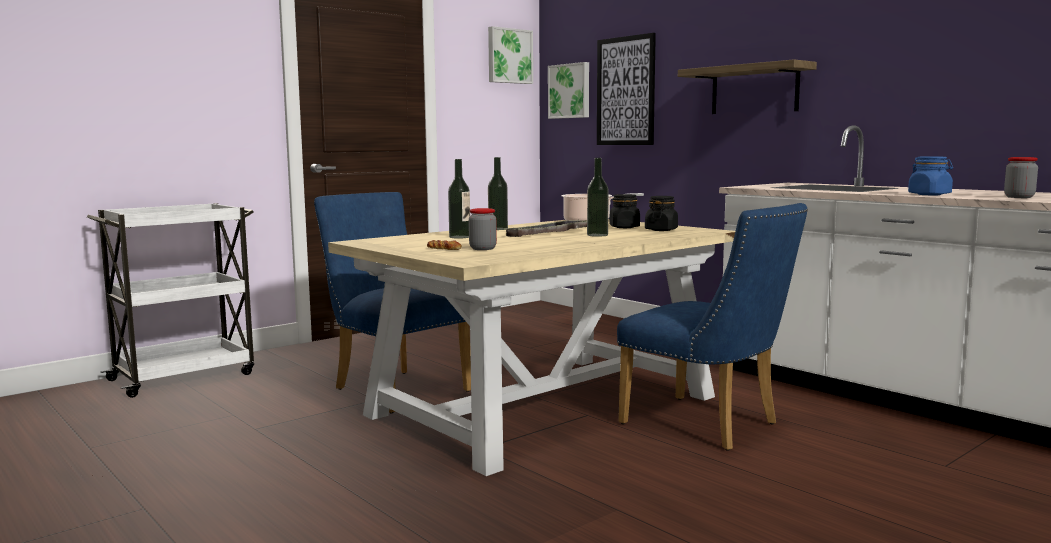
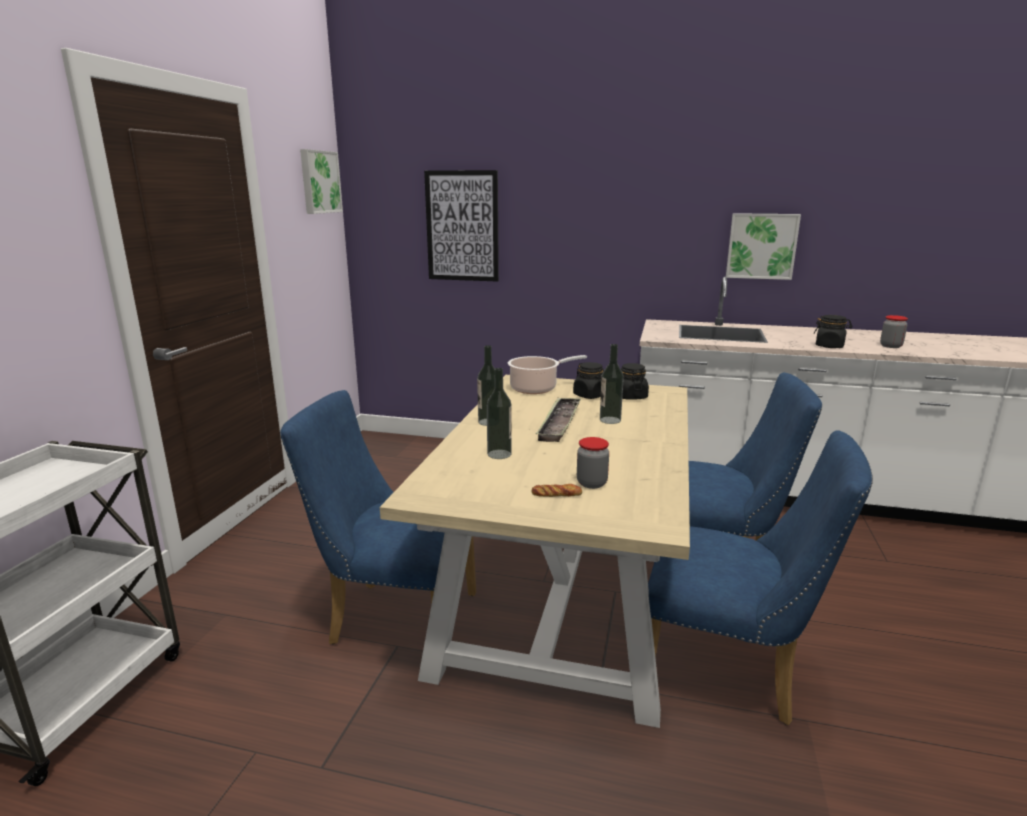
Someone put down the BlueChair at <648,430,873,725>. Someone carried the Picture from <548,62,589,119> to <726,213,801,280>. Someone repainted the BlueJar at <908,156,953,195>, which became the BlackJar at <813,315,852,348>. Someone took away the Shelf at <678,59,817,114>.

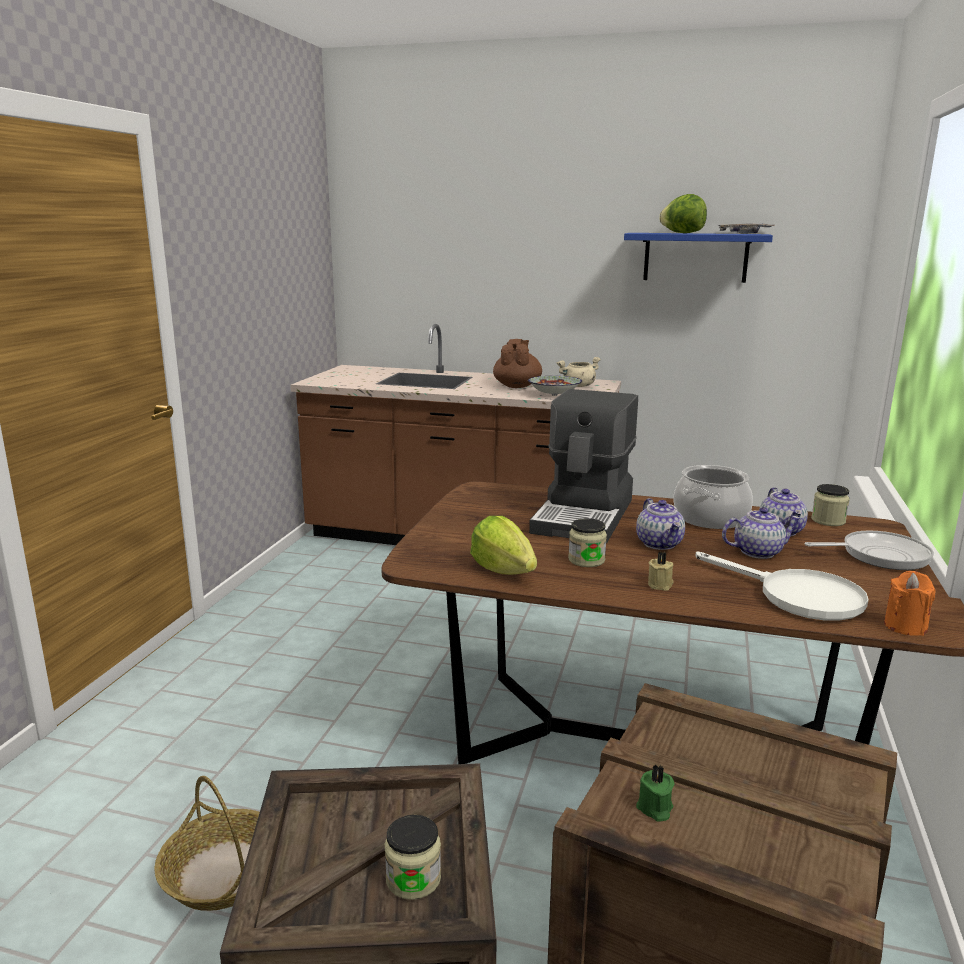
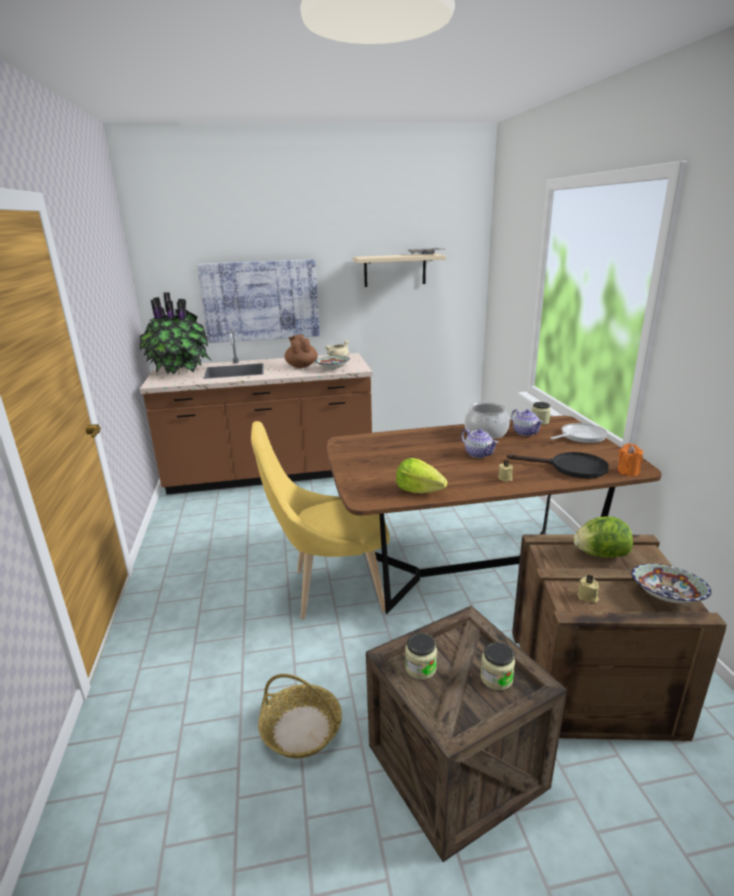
Someone put down the PottedPlant at <139,292,212,374>. Someone put up the Picture at <197,259,320,343>. Someone put down the YellowChair at <251,421,390,619>. Someone repainted the BlueShelf at <624,233,773,283>, which became the BeigeShelf at <353,253,446,287>. Someone carried the Jar from <568,518,607,567> to <405,633,437,680>. Someone repainted the WhiteFryingPan at <695,551,868,621>, which became the BlackFryingPan at <507,452,609,479>. Someone carried the Lettuce from <659,194,707,233> to <574,516,633,558>. Someone repainted the GreenCandle at <636,764,674,822>, which became the BeigeCandle at <577,574,599,603>. Someone put down the Bowl at <631,564,711,603>. Someone took away the CoffeeMachine at <529,389,638,544>. Someone took away the Teapot at <722,507,800,559>.

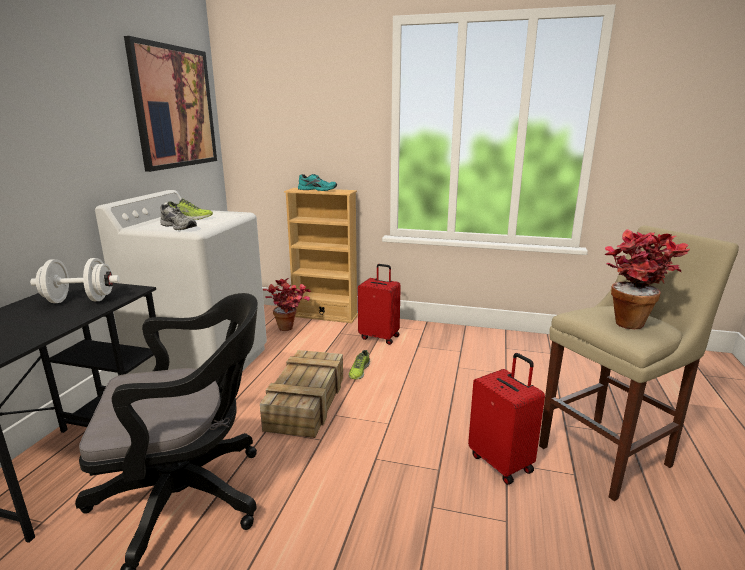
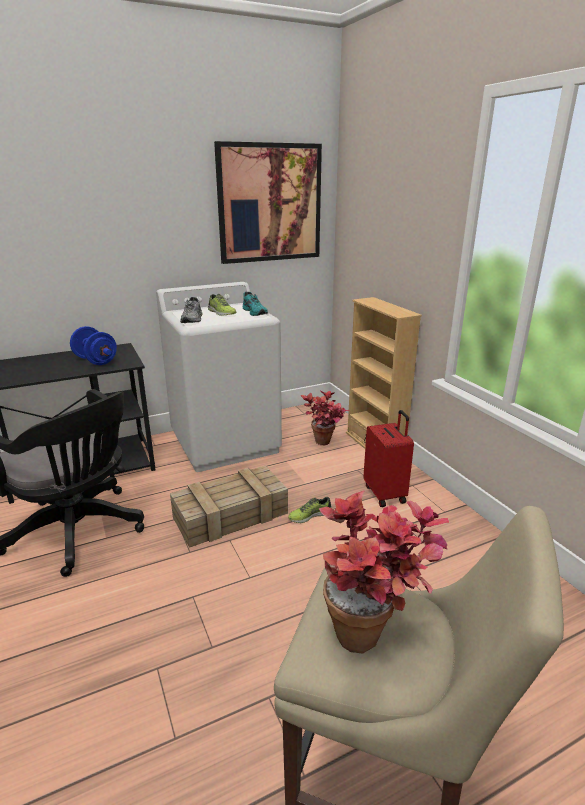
Someone repainted the WhiteDumbbell at <30,258,120,303>, which became the BlueDumbbell at <70,326,117,365>. Someone carried the TurquoiseShoe from <298,174,337,191> to <243,292,268,316>. Someone took away the RedSuitcase at <468,353,545,485>.

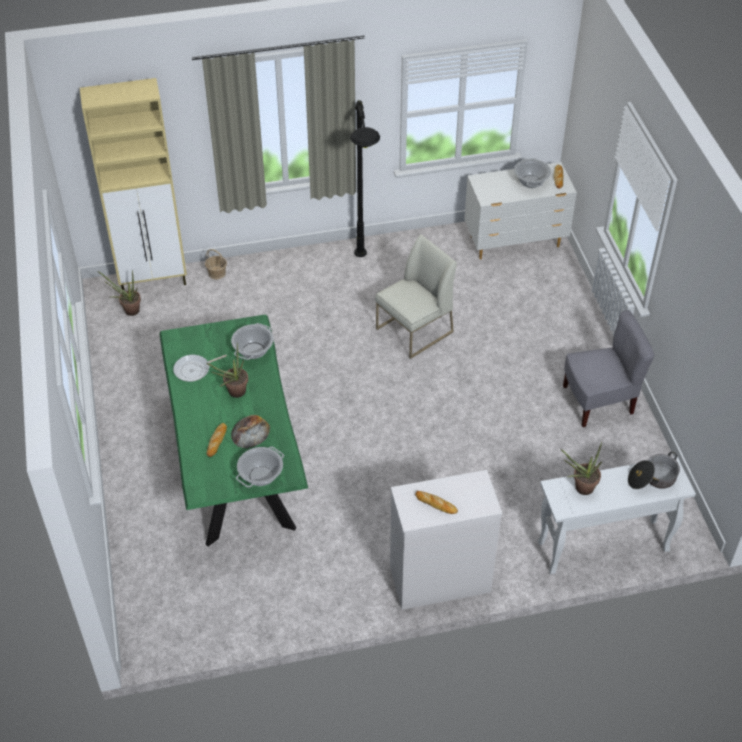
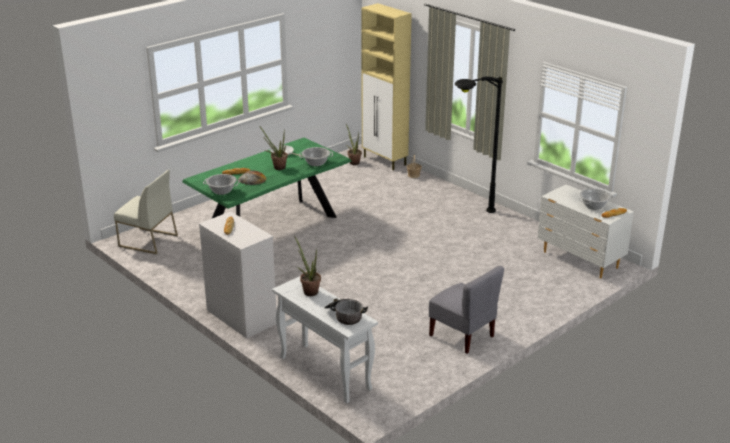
Someone carried the WhiteChair from <375,234,457,359> to <114,170,178,254>.

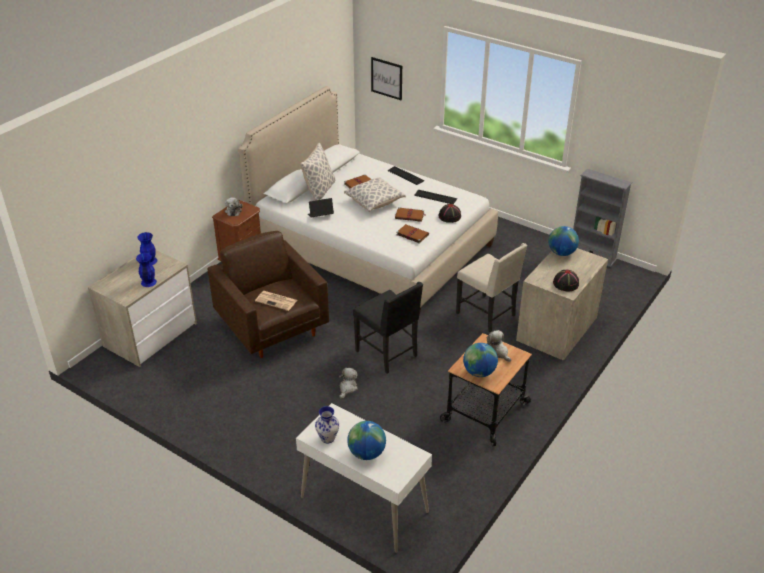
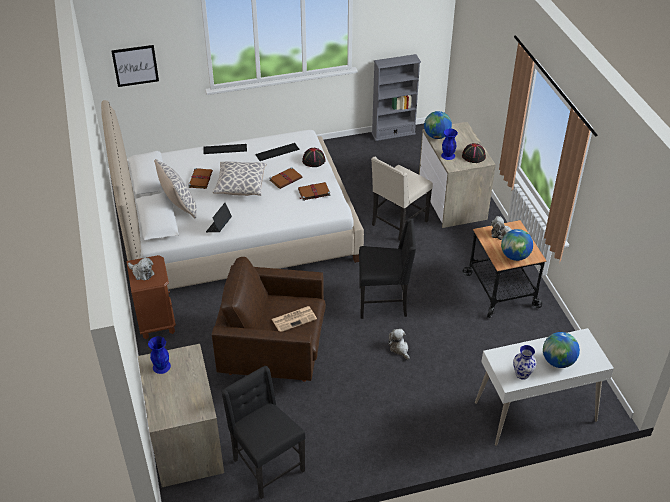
Someone put down the BlackChair at <221,366,306,499>. Someone rotated the BeigeChair at <456,243,527,333> by 135 degrees clockwise. Someone carried the BlueVase from <136,253,157,287> to <441,129,458,160>.

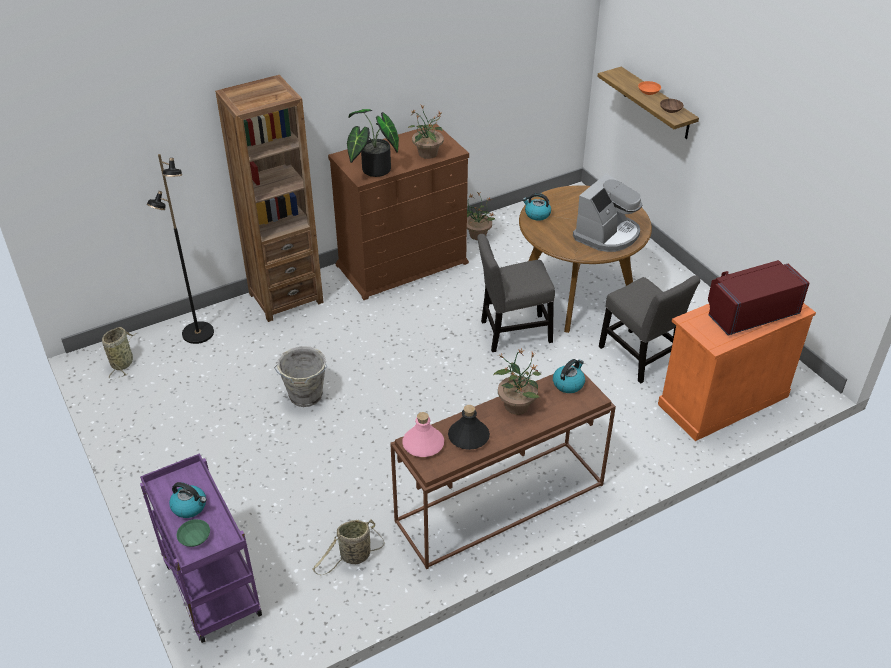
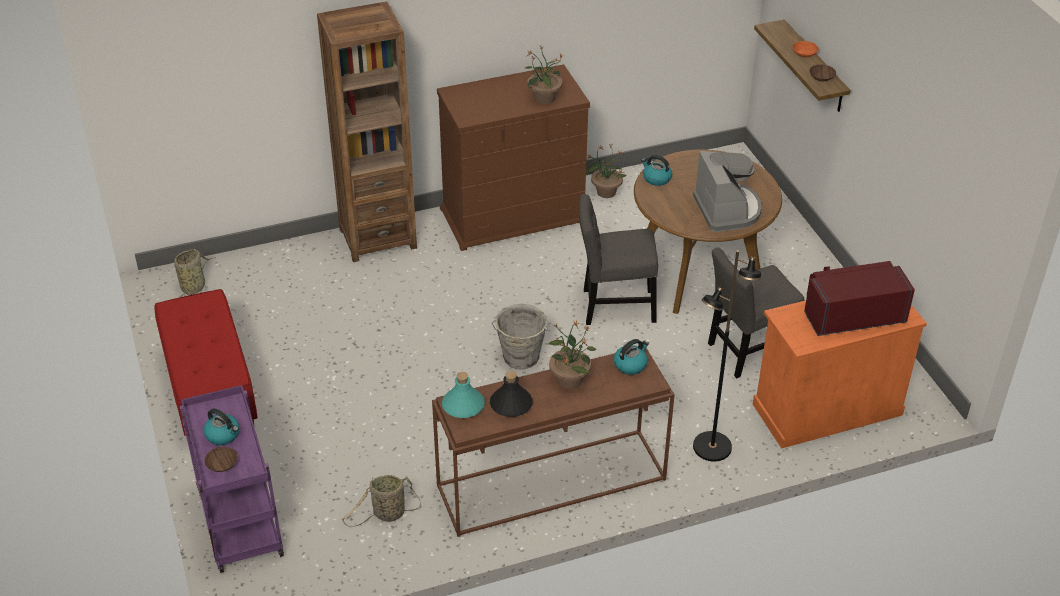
Someone put down the RedBench at <154,289,258,436>. Someone repainted the GreenBowl at <176,519,210,547>, which became the BrownBowl at <204,447,237,472>. Someone repainted the PinkBottle at <402,412,444,457>, which became the TurquoiseBottle at <442,372,485,418>. Someone carried the GreyBucket from <274,346,327,407> to <492,303,548,370>. Someone rotated the CoffeeMachine at <573,173,642,252> by 60 degrees counterclockwise. Someone carried the BlackFloorLamp from <147,154,214,344> to <693,250,761,462>. Someone rotated the GreyChair at <599,275,700,384> by 90 degrees clockwise. Someone took away the PottedPlant at <347,109,399,177>.

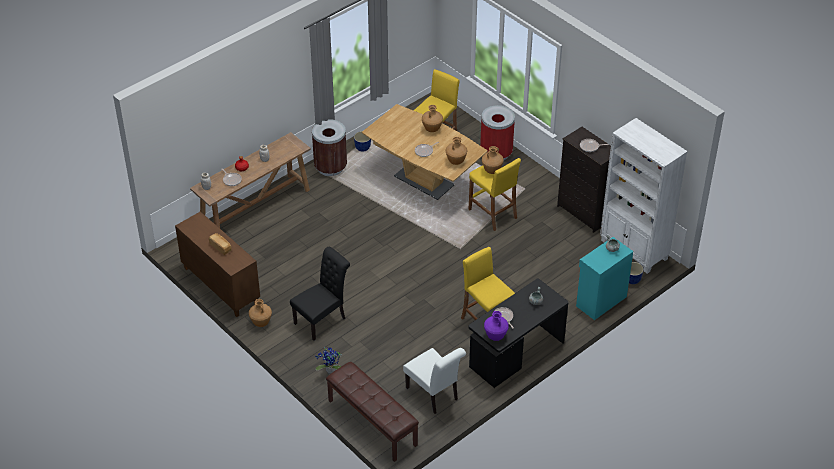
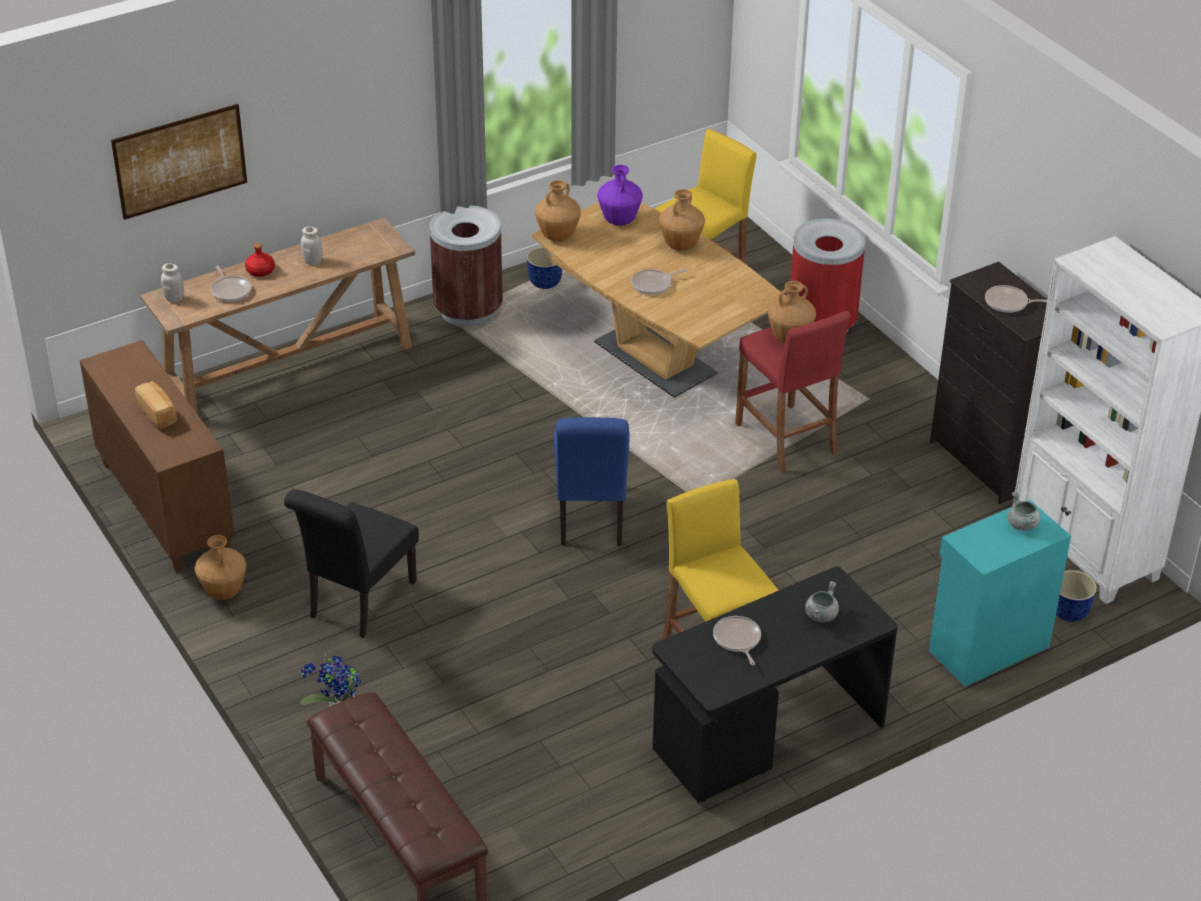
Someone put up the Picture at <111,104,247,220>. Someone rotated the BlackChair at <290,247,350,341> by 150 degrees clockwise. Someone carried the BrownVase from <446,137,468,165> to <535,180,581,242>. Someone put down the BlueChair at <554,417,629,546>. Someone carried the PurpleVase from <484,311,509,341> to <597,165,643,226>. Someone repainted the YellowStool at <469,158,521,231>, which became the RedStool at <735,311,851,474>. Someone took away the WhiteChair at <403,348,466,414>.

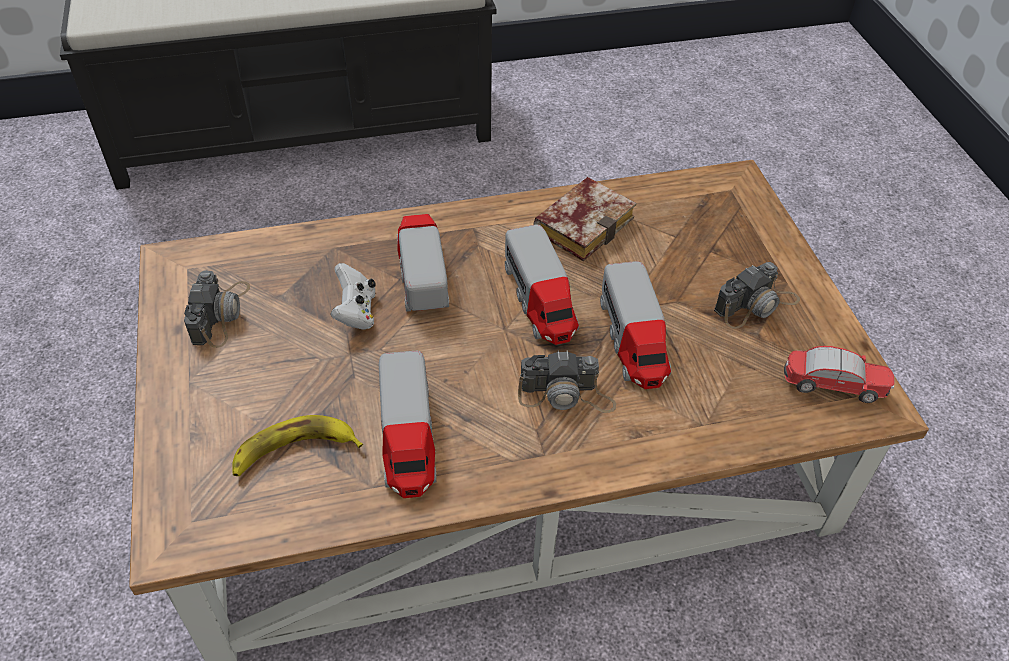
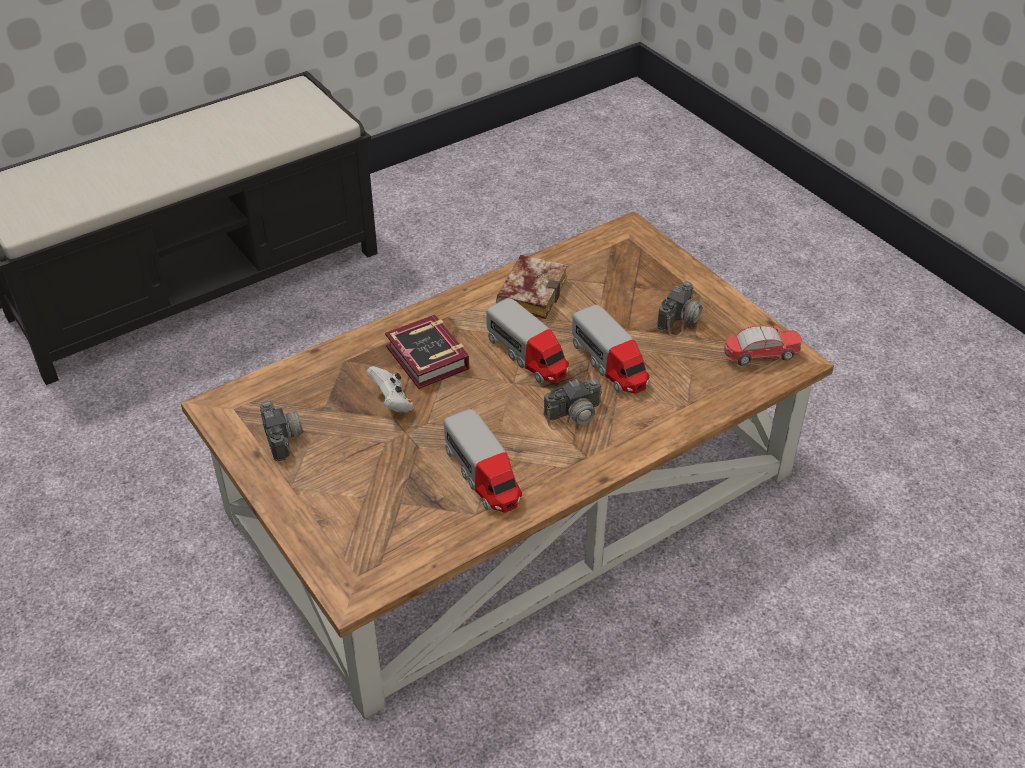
Someone swapped the ToyTruck at <397,214,449,311> for the Book at <385,315,469,389>. Someone took away the Banana at <232,415,363,476>.

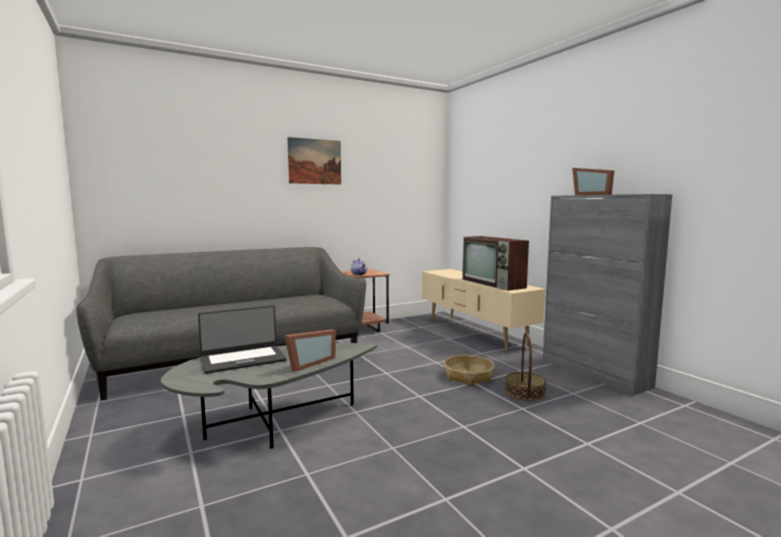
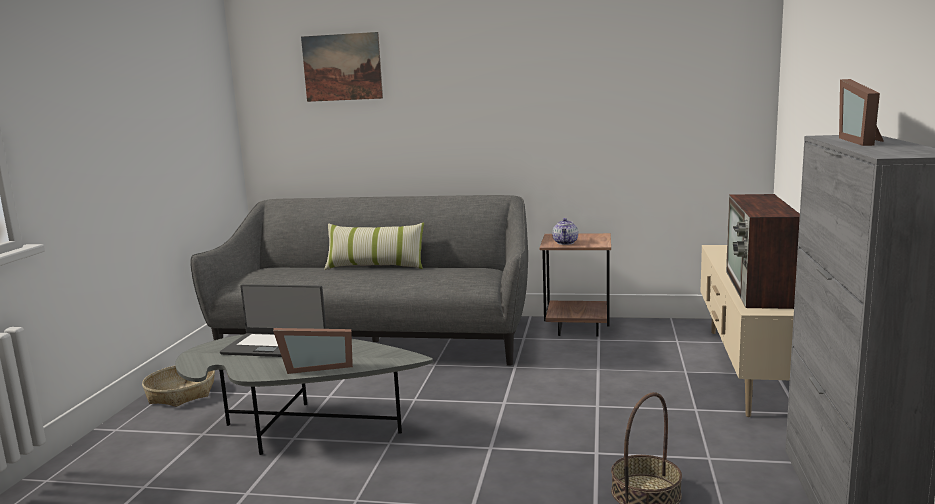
Someone carried the Basket from <444,355,495,386> to <142,366,215,407>. Someone carried the Picture from <287,137,341,185> to <301,32,383,102>. Someone put down the Pillow at <324,223,424,270>.

